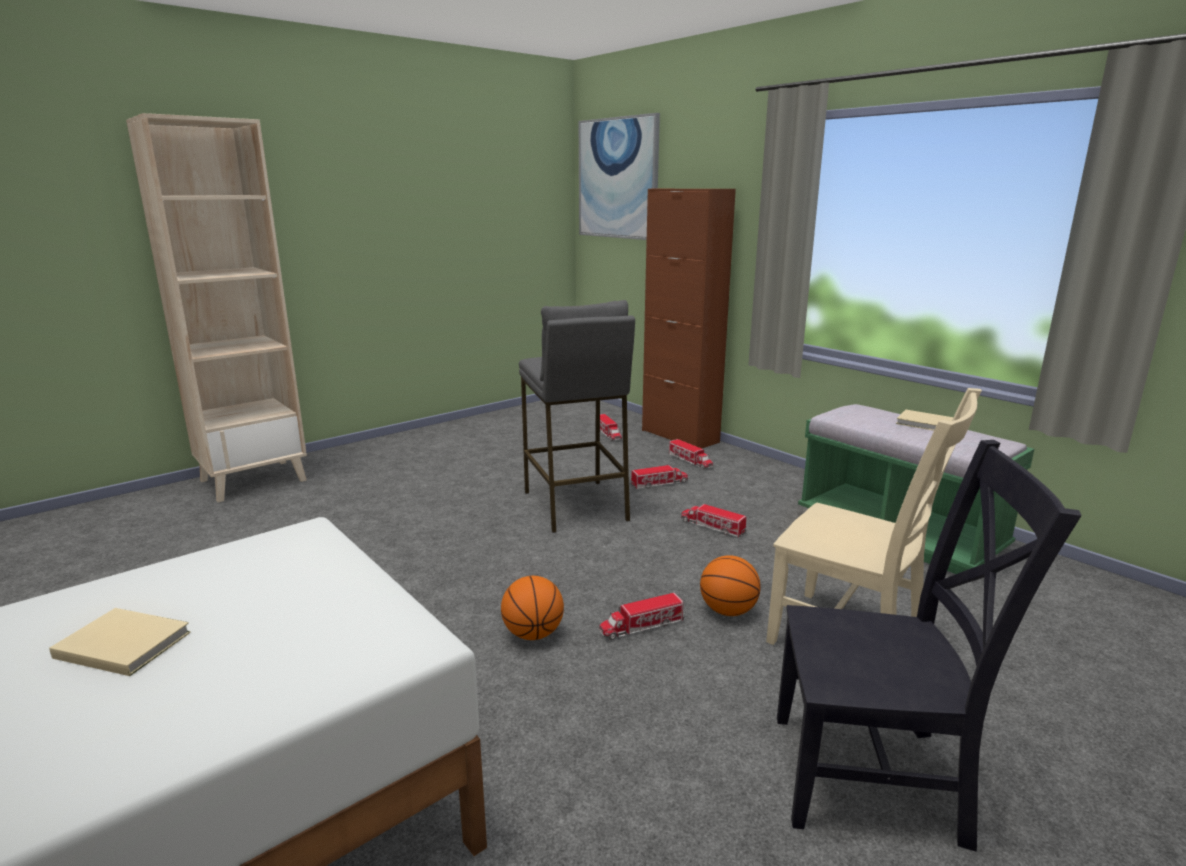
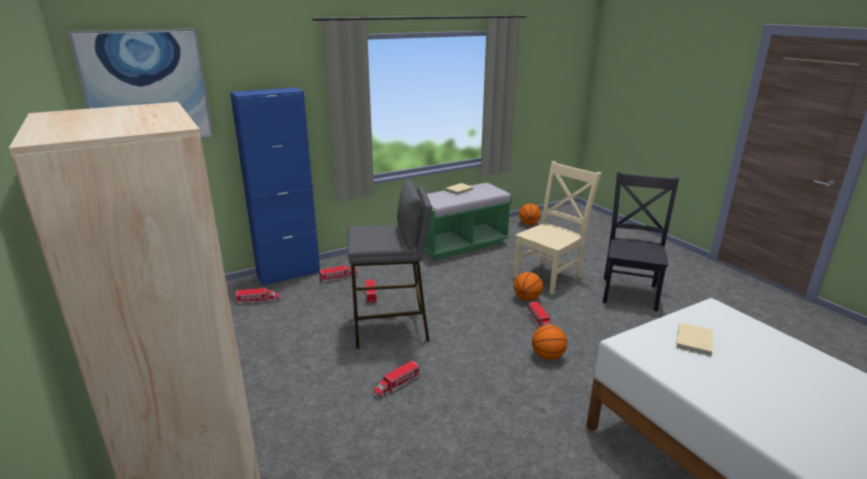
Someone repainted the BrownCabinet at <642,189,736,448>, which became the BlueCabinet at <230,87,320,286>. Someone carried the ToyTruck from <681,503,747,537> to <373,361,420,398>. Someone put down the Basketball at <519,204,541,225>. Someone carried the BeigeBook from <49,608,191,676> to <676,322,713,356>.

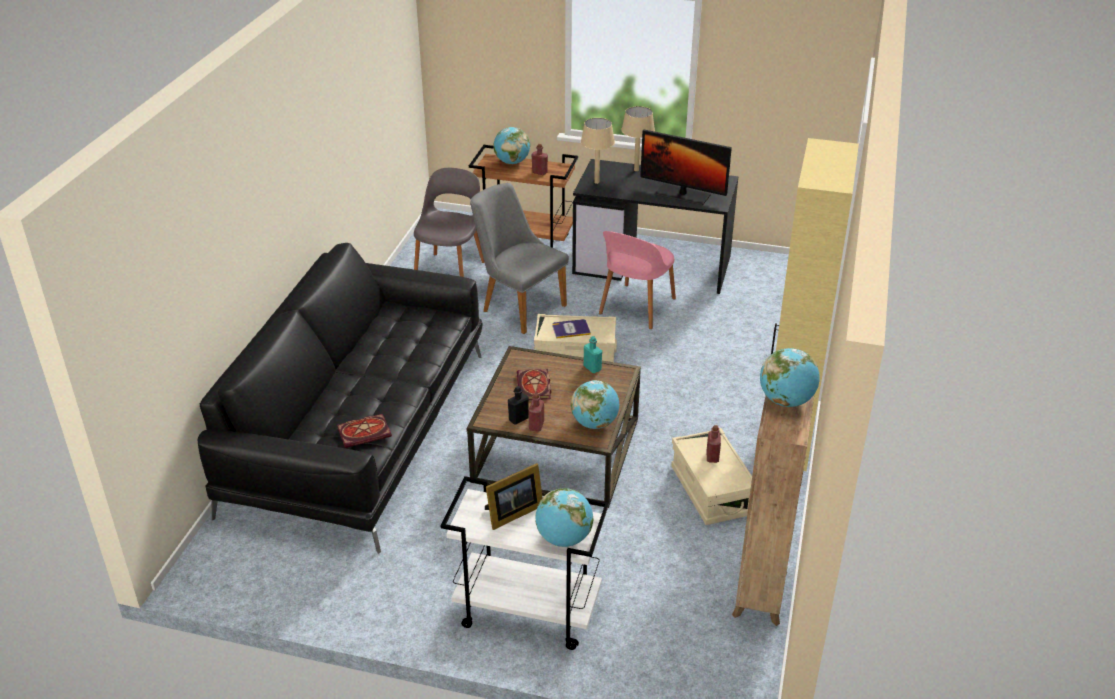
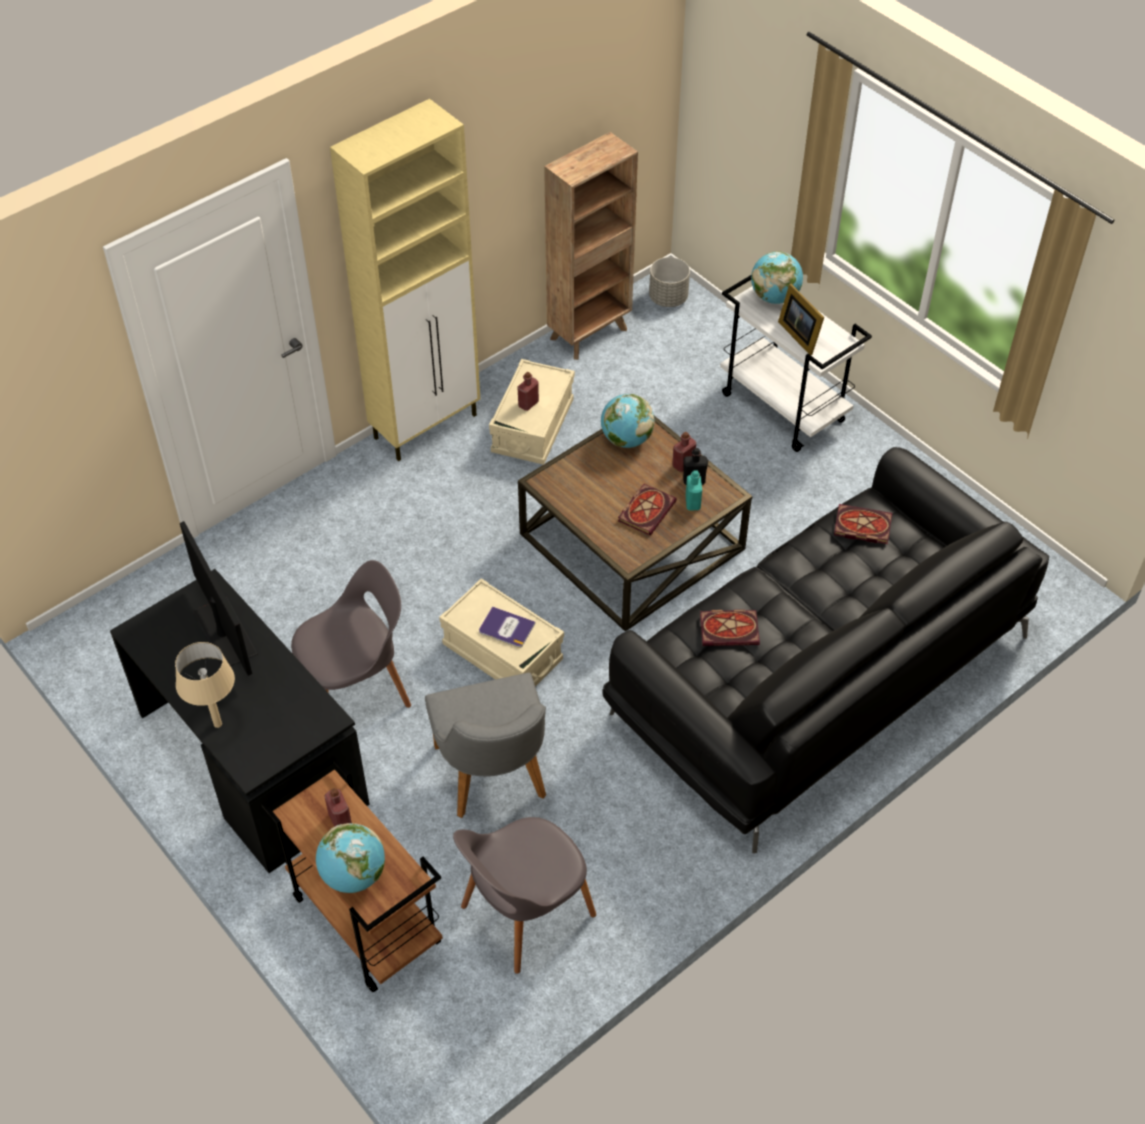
Someone repainted the PinkChair at <599,231,676,329>, which became the GreyChair at <291,560,411,708>. Someone put down the GreyPlanter at <649,257,690,307>. Someone carried the TurquoiseBottle from <584,336,602,373> to <686,470,702,510>. Someone put down the Book at <700,609,760,646>. Someone rotated the PictureFrame at <485,463,543,530> by 120 degrees counterclockwise. Someone took away the BeigeTableLamp at <581,118,615,184>. Someone took away the Globe at <760,348,820,407>.

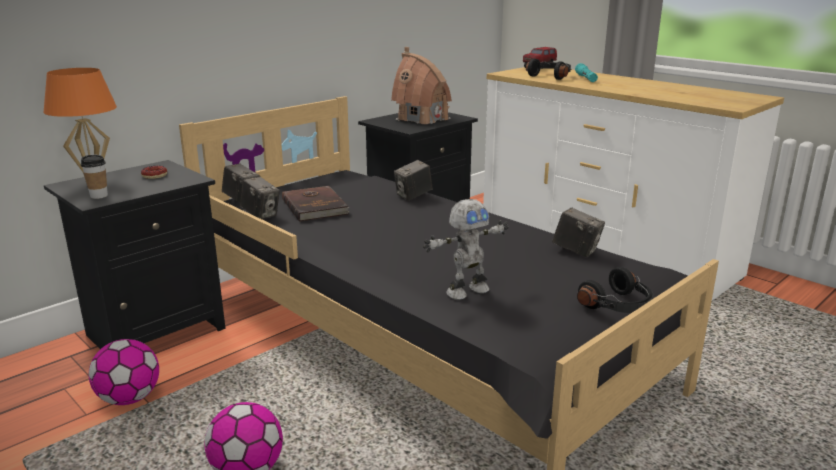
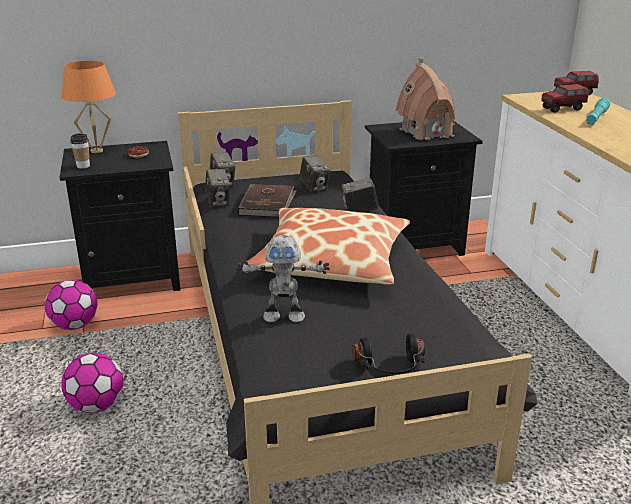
Someone put down the Pillow at <247,208,410,285>. Someone carried the PhotoCamera from <552,207,605,257> to <299,156,330,192>. Someone swapped the BlackHeadphones at <526,59,572,80> for the ToyTruck at <541,84,588,113>.

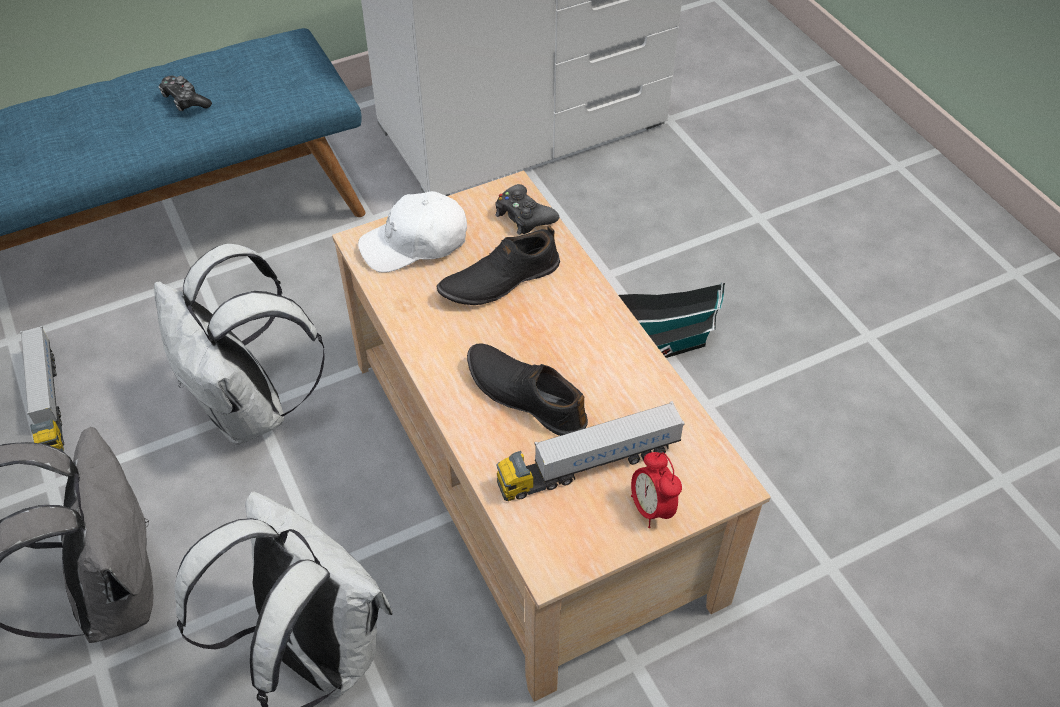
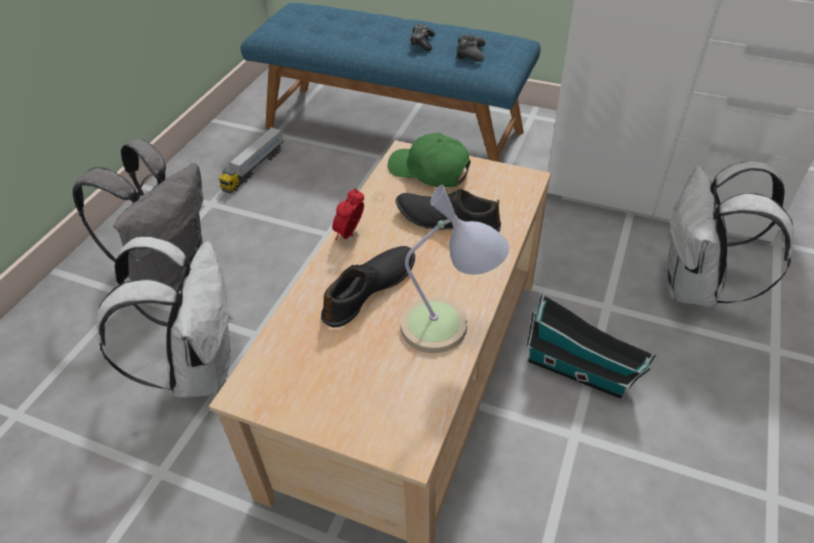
Someone rotated the BlackShoe at <467,343,588,436> by 45 degrees clockwise. Someone carried the AlarmClock from <631,452,682,528> to <332,188,364,240>. Someone repainted the WhiteCap at <358,191,467,273>, which became the GreenCap at <387,133,471,187>. Someone put down the TableLamp at <400,185,509,353>. Someone carried the BlackGameController from <495,184,559,234> to <456,35,485,62>. Someone carried the WhiteBackpack from <154,244,325,445> to <667,161,794,308>. Someone took away the ToyTruck at <496,401,685,501>.

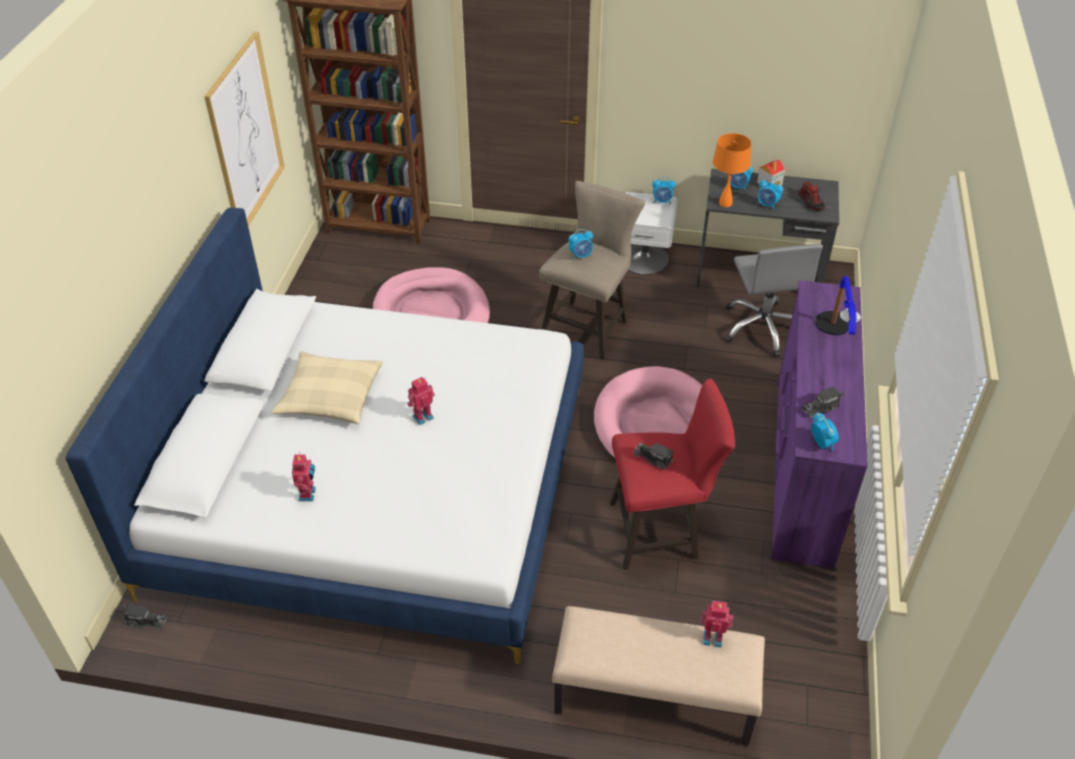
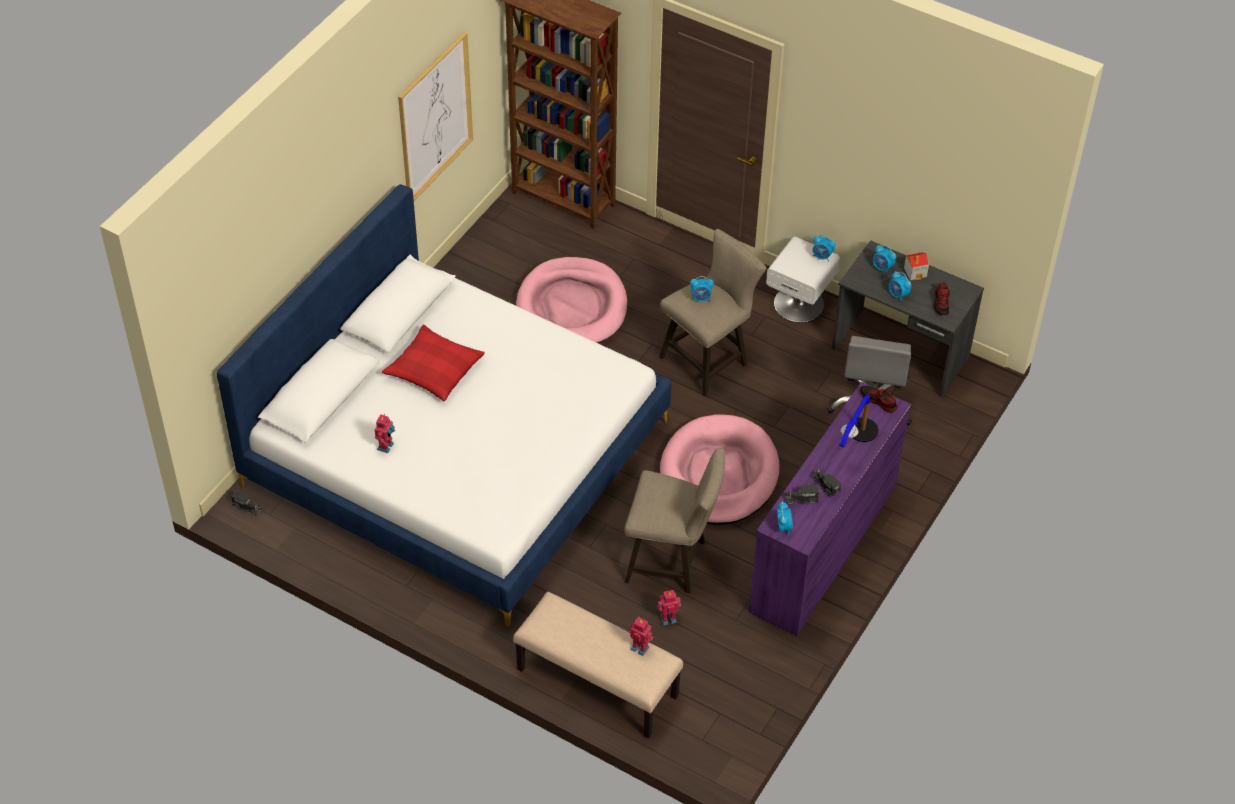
Someone repainted the BeigePillow at <272,351,383,424>, which became the RedPillow at <382,325,485,401>. Someone repainted the RedStool at <610,378,735,570>, which became the BeigeStool at <624,448,725,593>. Someone carried the ToyRobot from <407,377,435,425> to <657,590,681,626>. Someone carried the ToyTruck from <634,443,674,470> to <812,469,841,497>. Someone put down the Shoe at <860,386,898,413>. Someone took away the OrangeTableLamp at <713,133,752,207>.

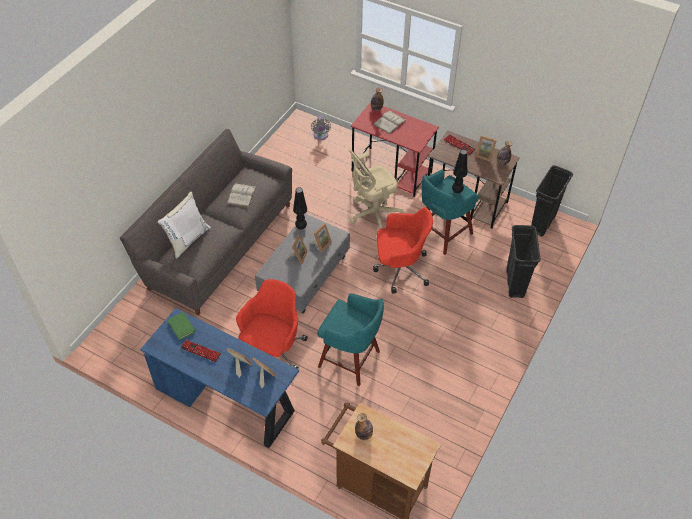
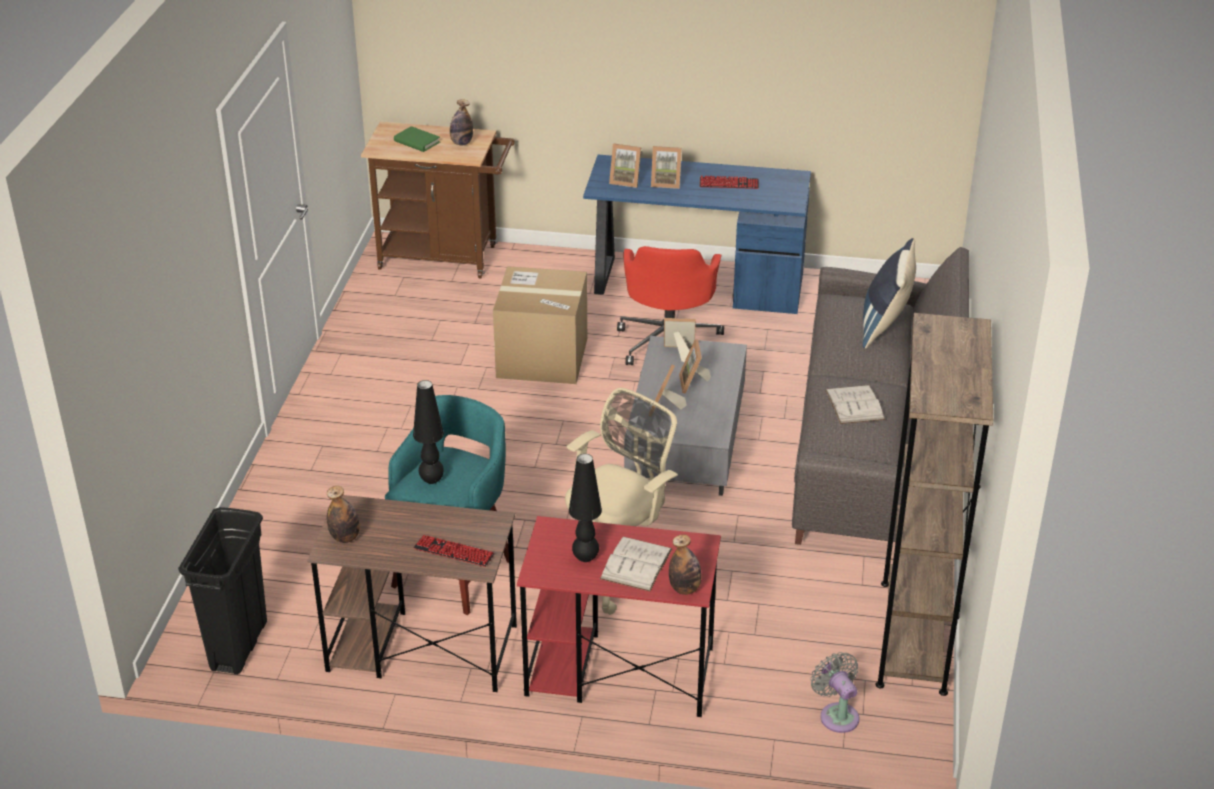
Someone carried the GreenBook from <167,312,196,341> to <394,126,440,152>. Someone swapped the TurquoiseStool at <317,293,384,386> for the CardboardBox at <493,266,587,384>. Someone carried the BlackTableLamp from <293,187,307,230> to <569,454,602,562>. Someone carried the PictureFrame from <475,136,497,161> to <664,318,696,362>. Someone repainted the WhitePillow at <158,192,211,258>, which became the BluePillow at <863,238,916,349>. Someone put down the BrownBookcase at <876,313,993,696>. Someone took away the RedOfficeChair at <373,207,433,294>. Someone took away the BlackTrashCan at <506,225,541,298>.

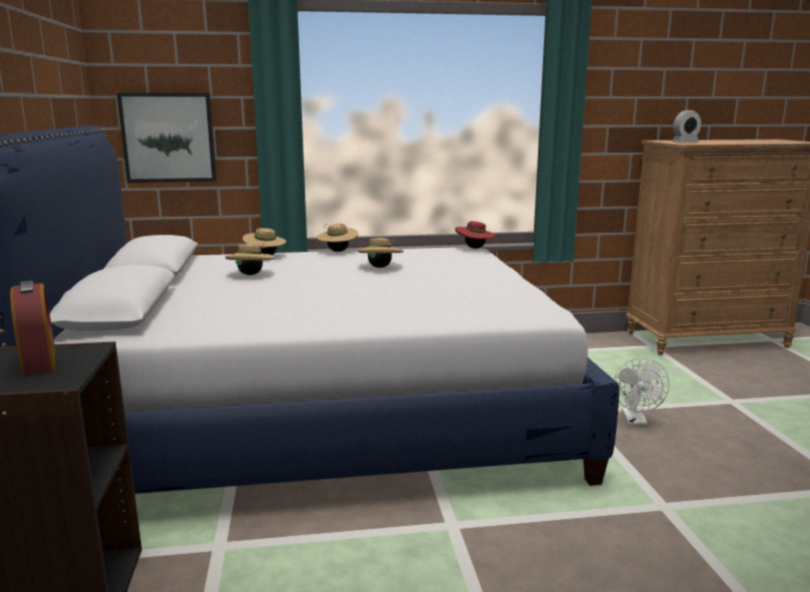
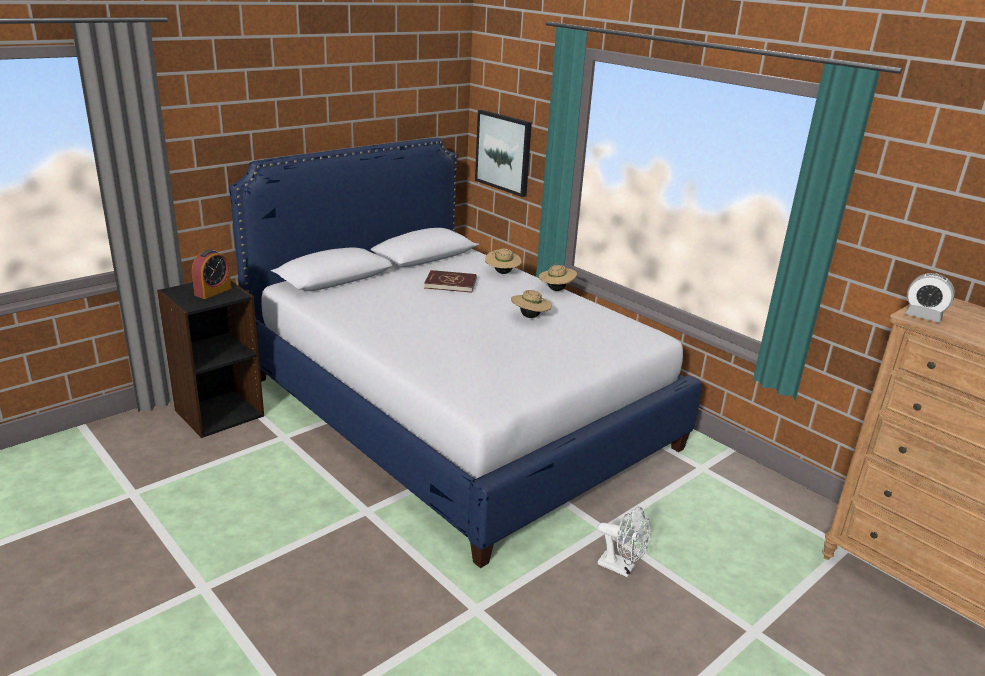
Someone swapped the BeigeHat at <225,244,275,275> for the RedBook at <424,270,477,293>. Someone rotated the WhiteFan at <614,358,670,426> by 120 degrees counterclockwise. Someone took away the RedHat at <455,221,496,249>.

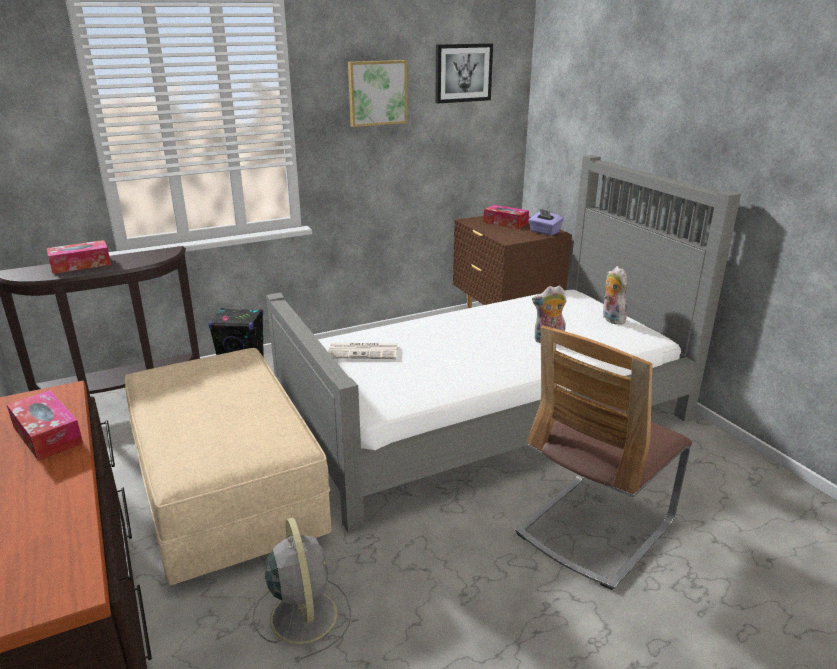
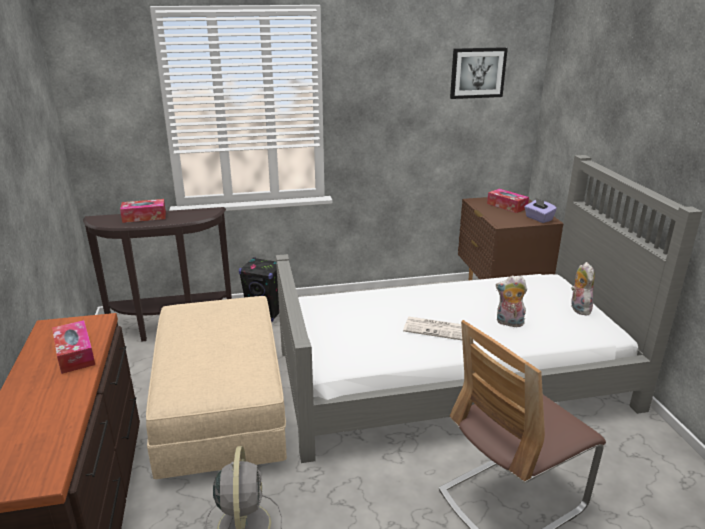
Someone carried the Newspaper from <328,343,398,359> to <403,317,462,340>. Someone took away the Picture at <348,60,407,127>.

